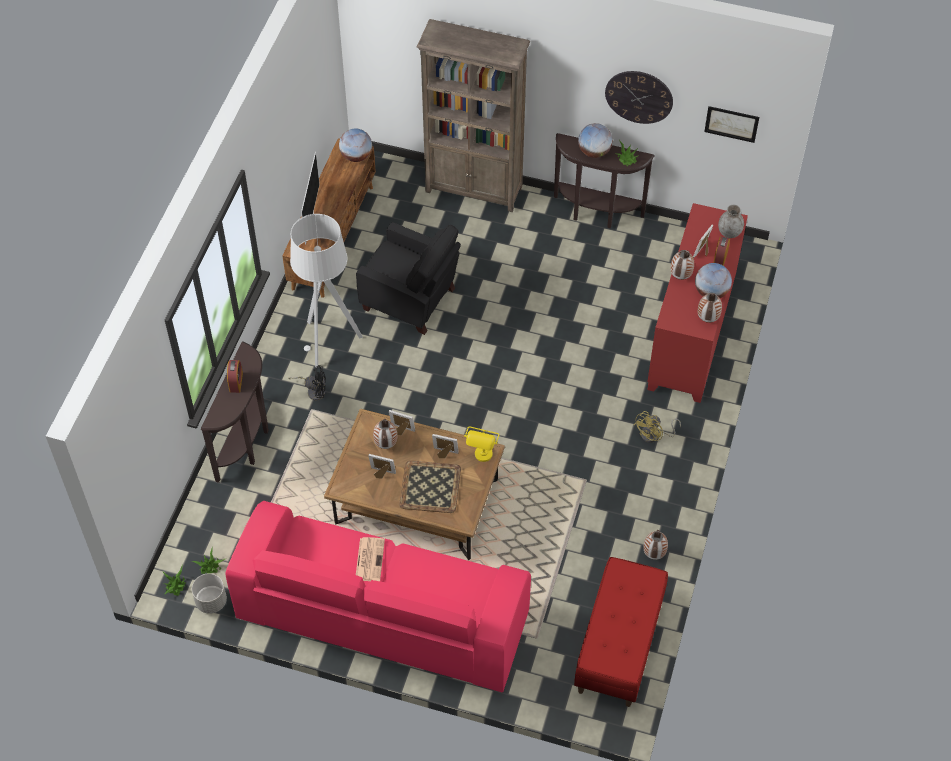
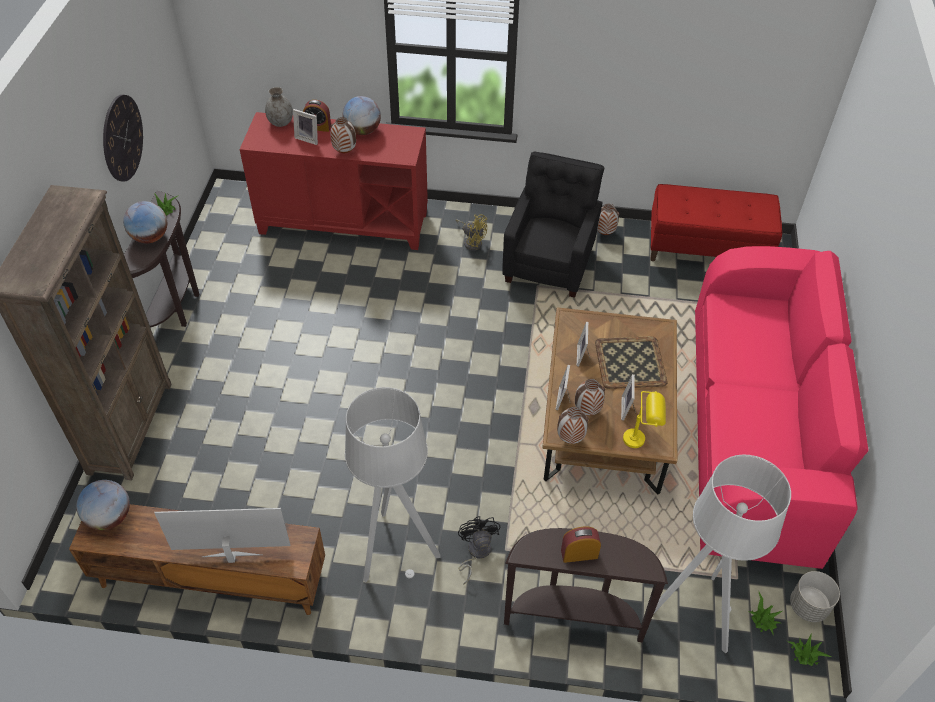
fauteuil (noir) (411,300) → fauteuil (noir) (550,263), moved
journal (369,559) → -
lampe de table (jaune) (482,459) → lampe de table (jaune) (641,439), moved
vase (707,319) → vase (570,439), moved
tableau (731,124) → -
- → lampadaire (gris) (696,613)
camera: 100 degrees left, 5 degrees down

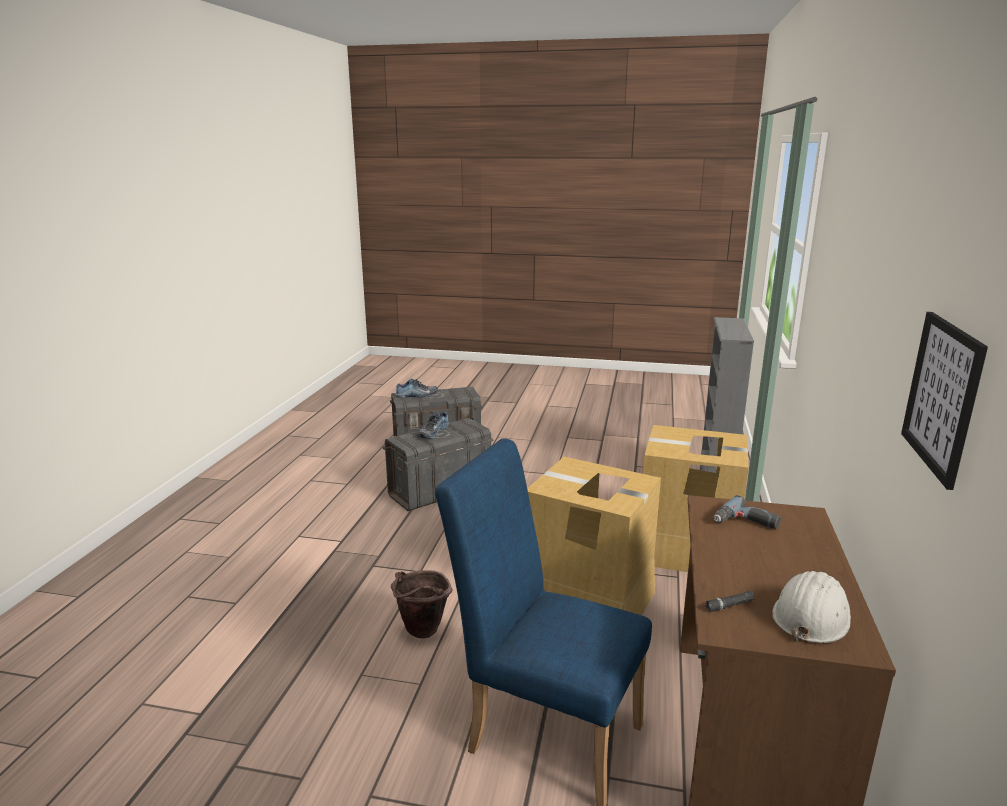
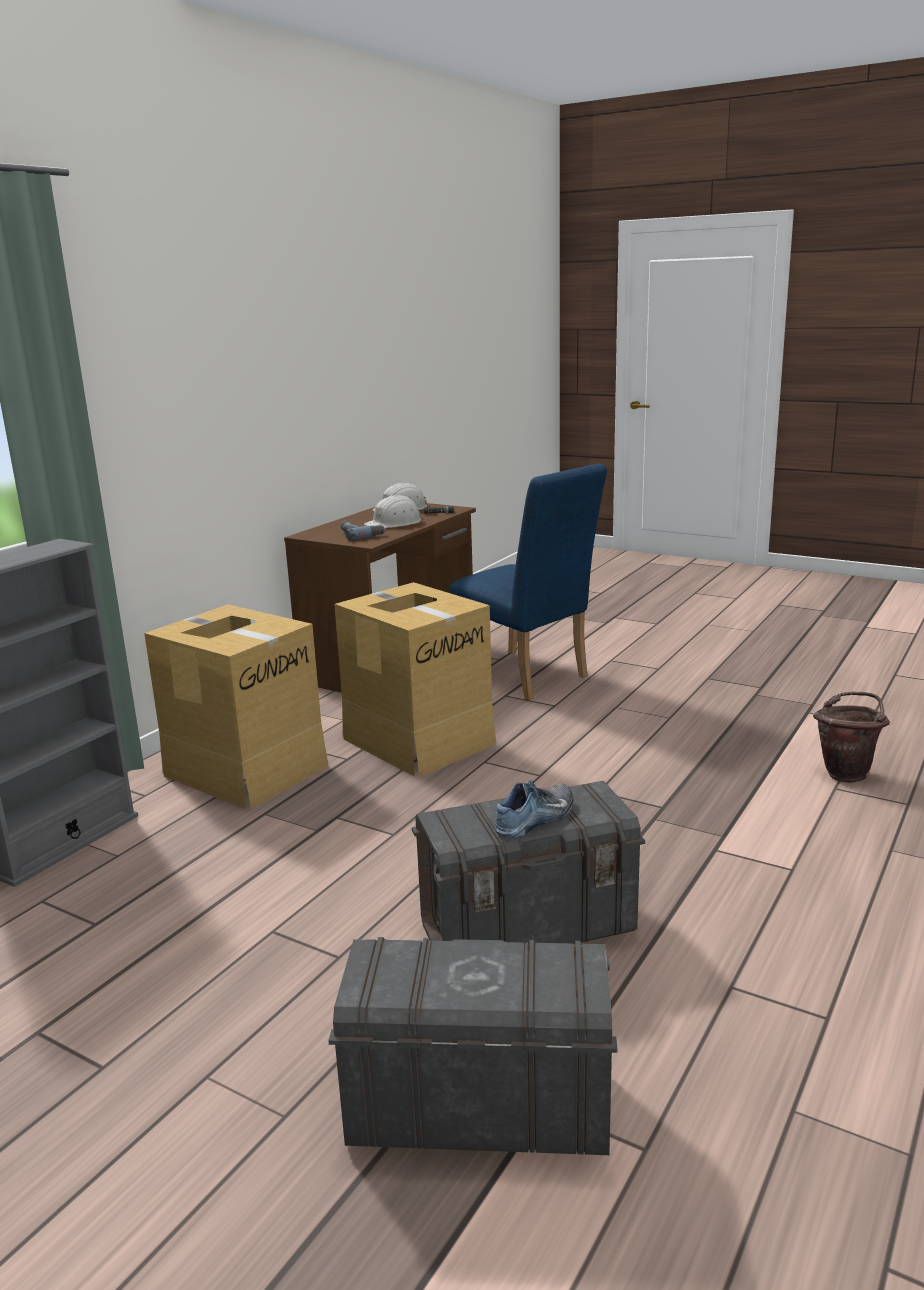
seau (marron) (421,633) → seau (marron) (847,773), moved
chaussure (417,395) → -
tableau (942,395) → -
- → casque de chantier (blanc) (394,523)
camera: 160 degrees left, 0 degrees up

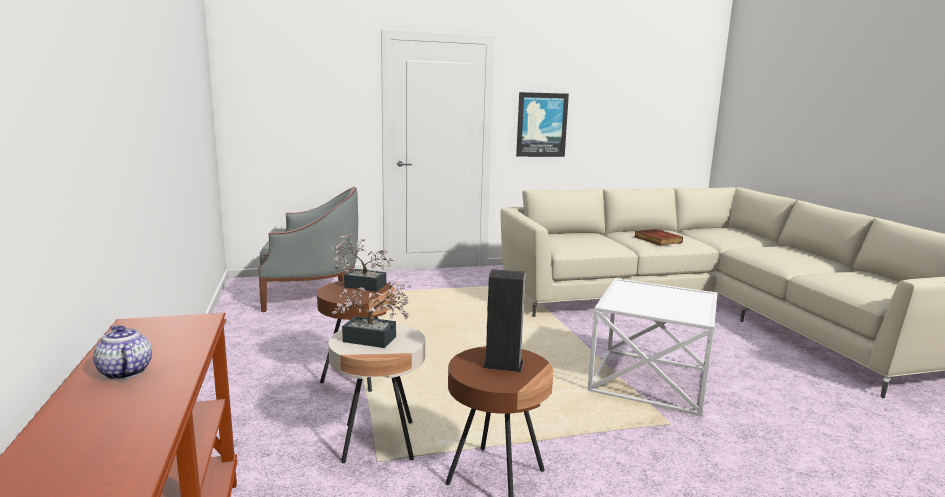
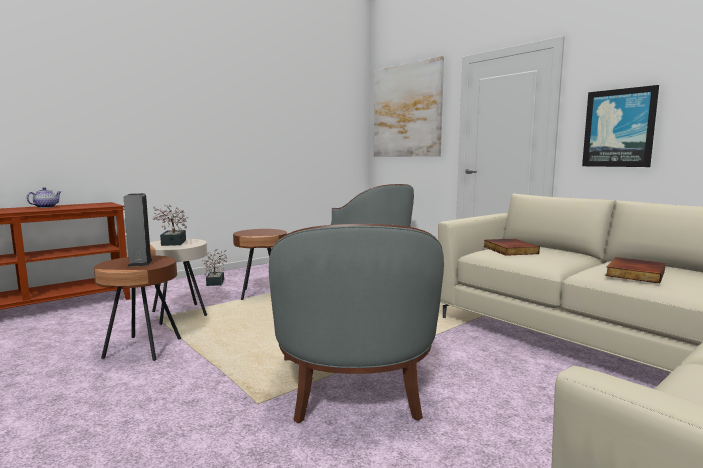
plante en pot (361,285) → plante en pot (216,281), moved
table d'appoint (blanc) (650,381) → fauteuil (gris) (354,385)
- → tableau (406,111)
- → livre (509,250)
camera: 65 degrees right, 5 degrees down

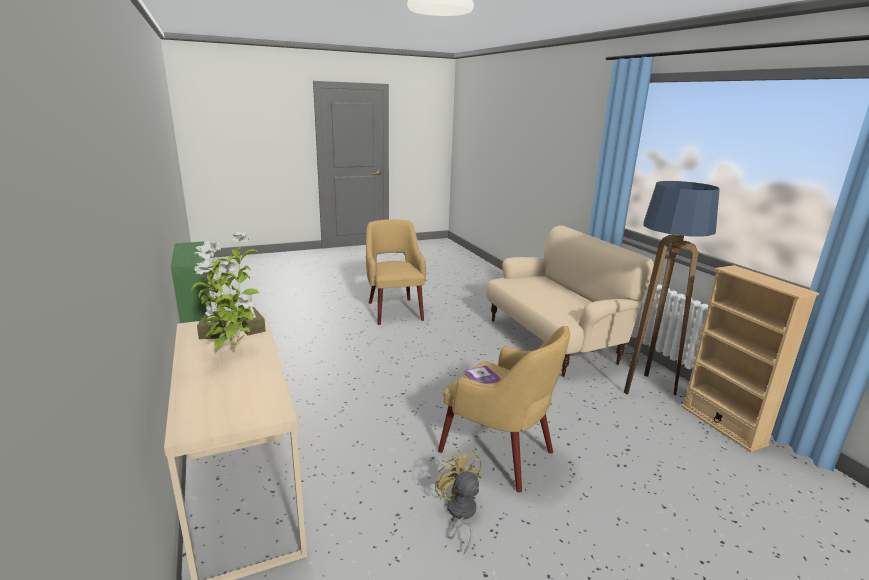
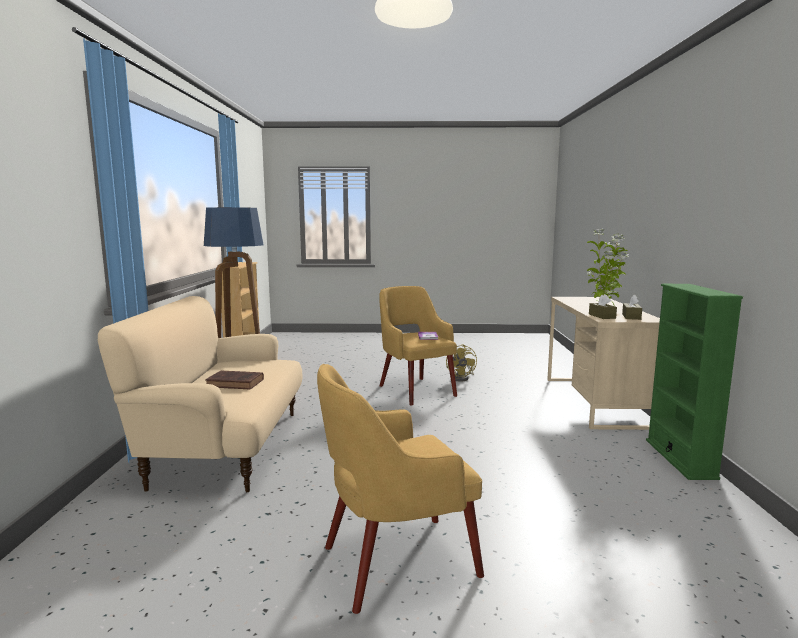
fauteuil (jaune) (394,310) → fauteuil (jaune) (395,561), 60 degrees clockwise
- → livre (marron) (236,383)
camera: 155 degrees left, 10 degrees down

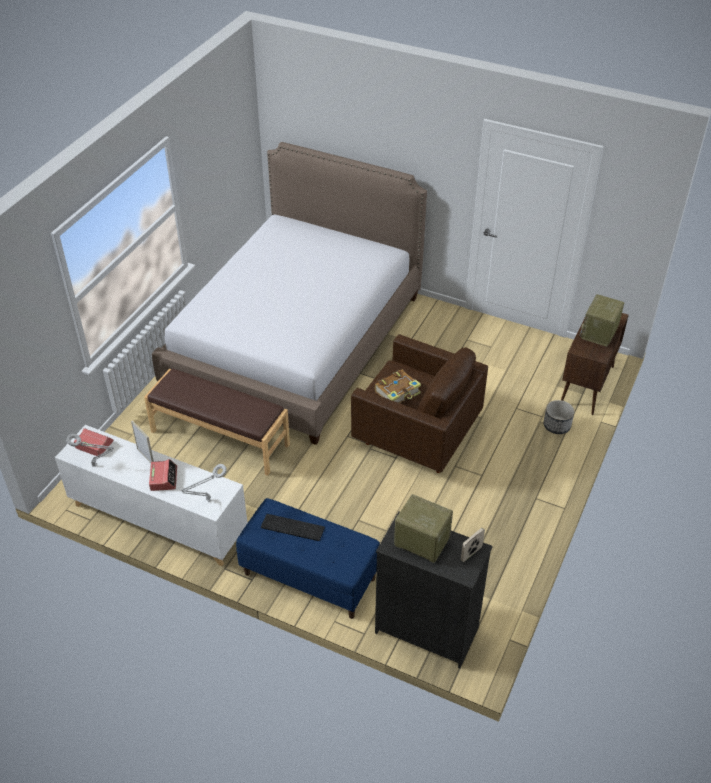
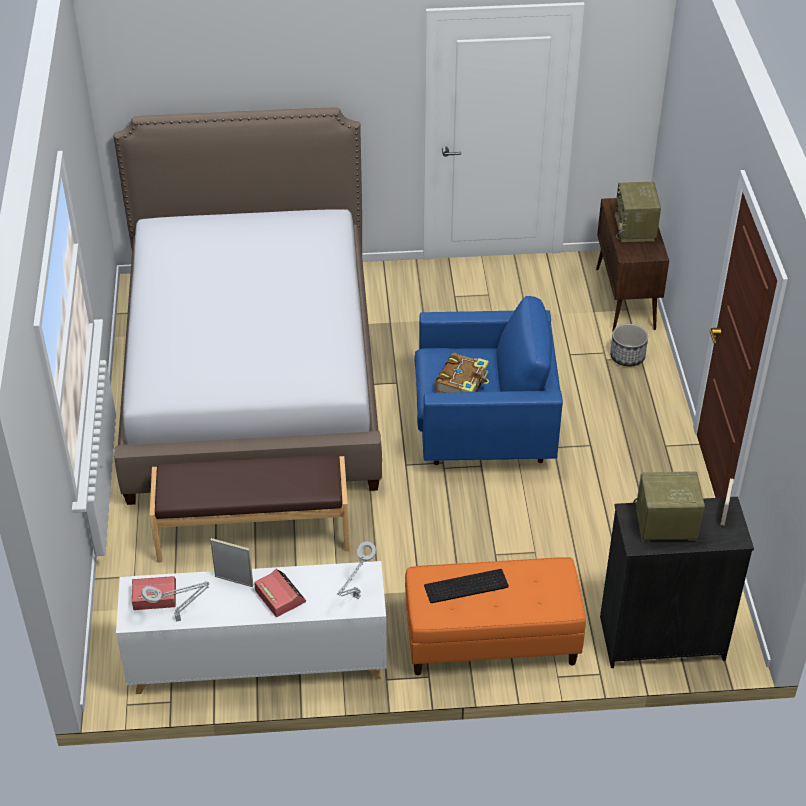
banc (bleu) (309,576) → banc (orange) (490,642)
fauteuil (marron) (415,435) → fauteuil (bleu) (483,430)
camera: 30 degrees left, 0 degrees up

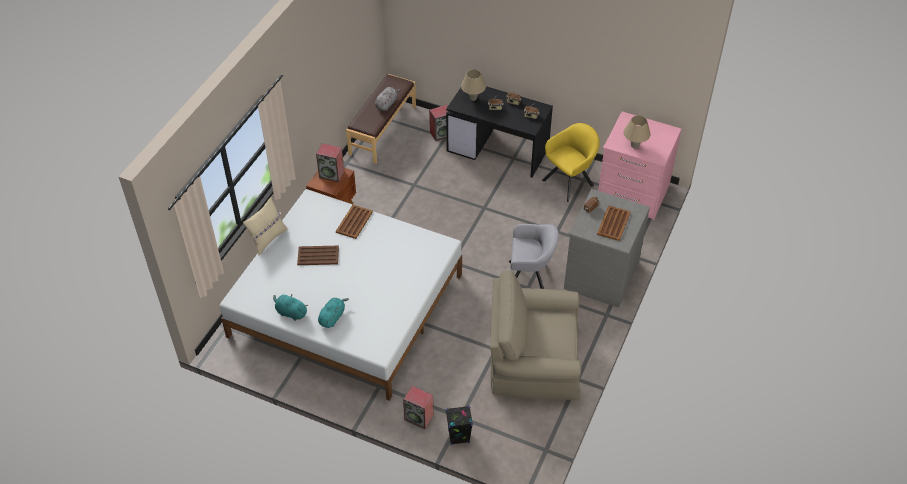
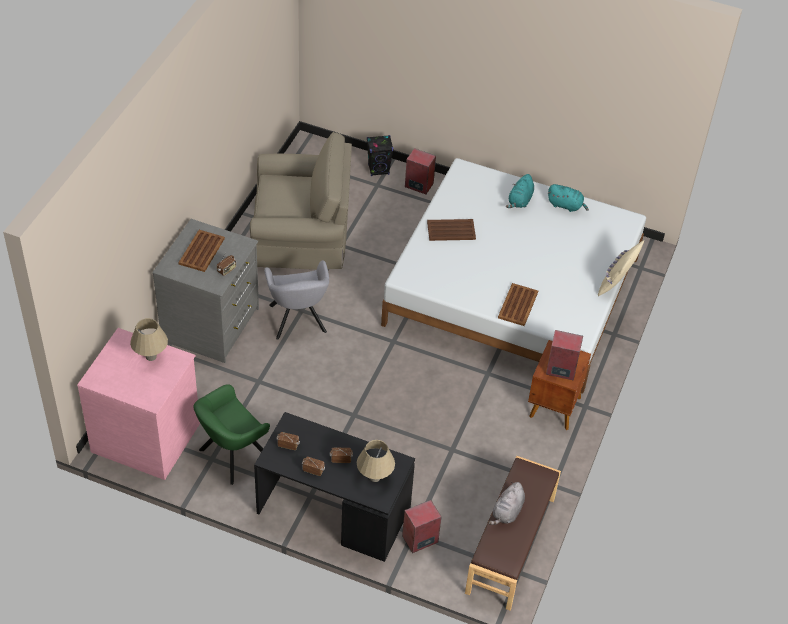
plateau (marron) (317,256) → plateau (marron) (451,230), moved
fauteuil (gris) (530,278) → fauteuil (gris) (298,321), 105 degrees counterclockwise
fauteuil (jaune) (570,181) → fauteuil (vert) (231,456)
camera: 175 degrees right, 0 degrees up

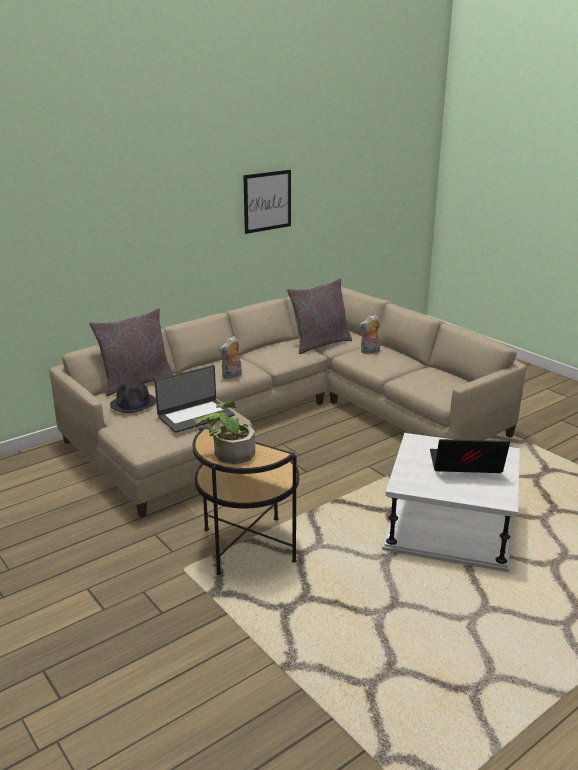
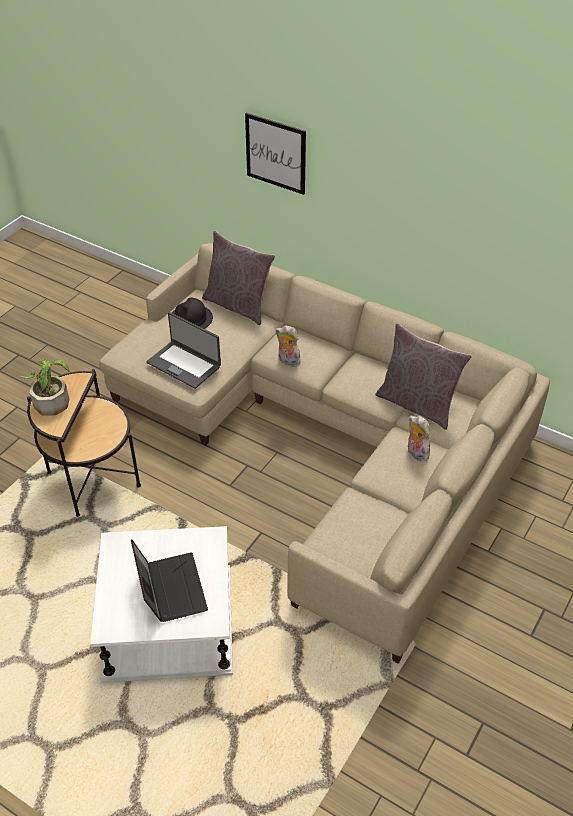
tableau (267,201) → tableau (275,153), moved
camera: 70 degrees right, 20 degrees up

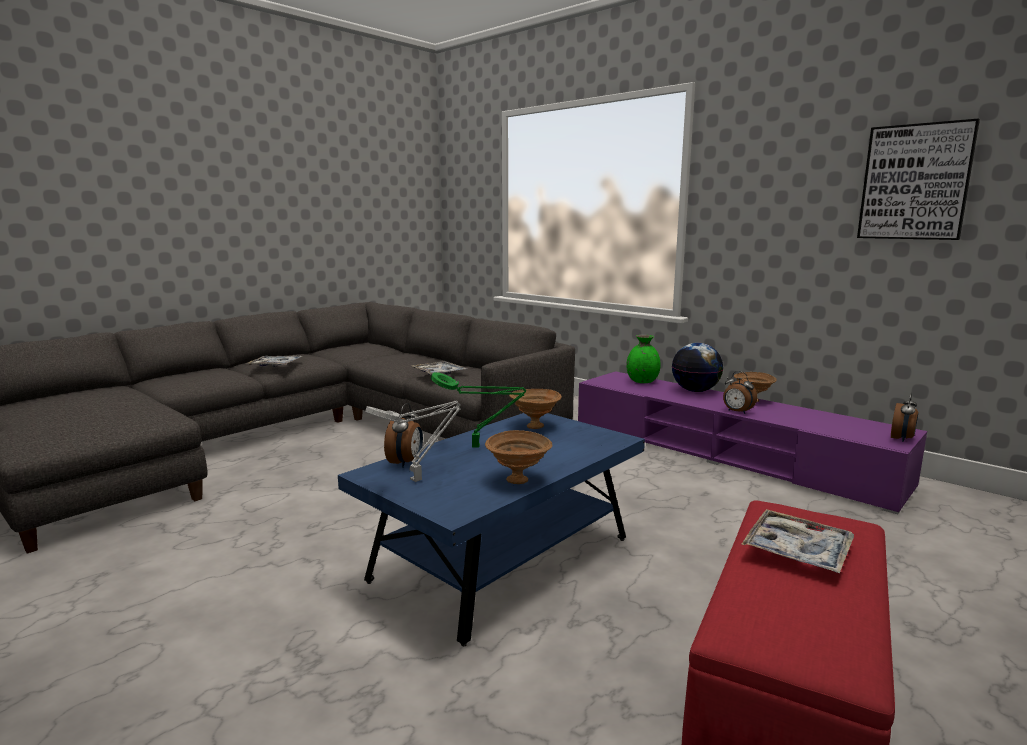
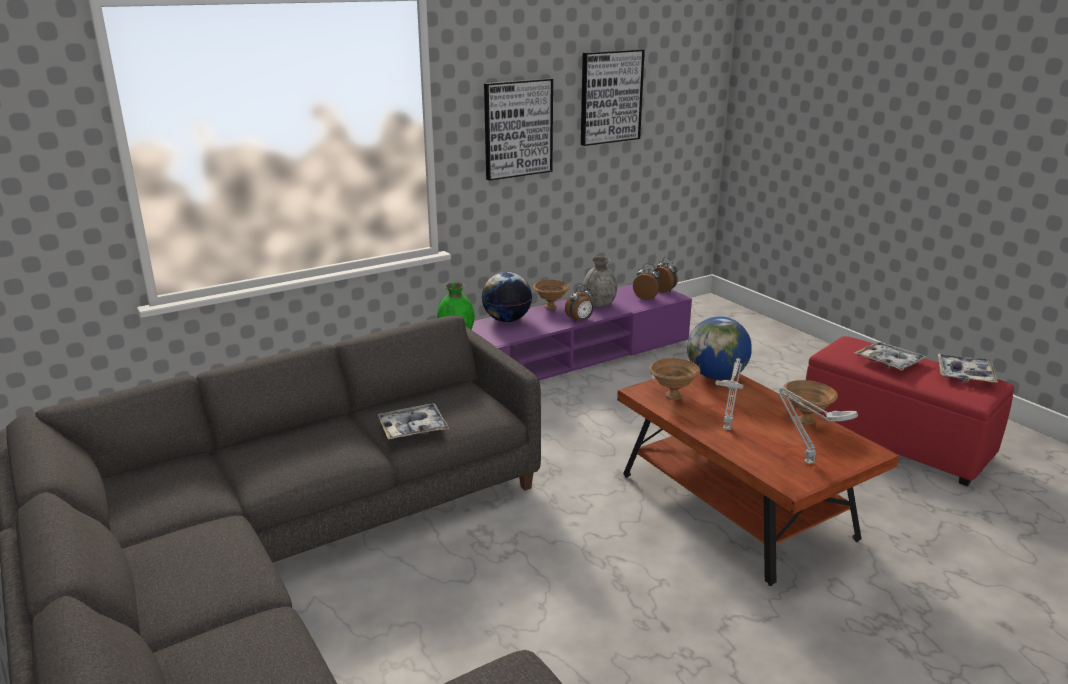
plateau (275,365) → plateau (965,374), moved
table basse (bleu) (503,561) → table basse (marron) (736,507)
réveil (406,463) → réveil (647,297), moved
lampe de table (vert) (479,447) → lampe de table (gris) (727,427)
- → tableau (517,128)
- → vase (gris) (599,304)
- → globe (716,376)
camera: 75 degrees left, 10 degrees up

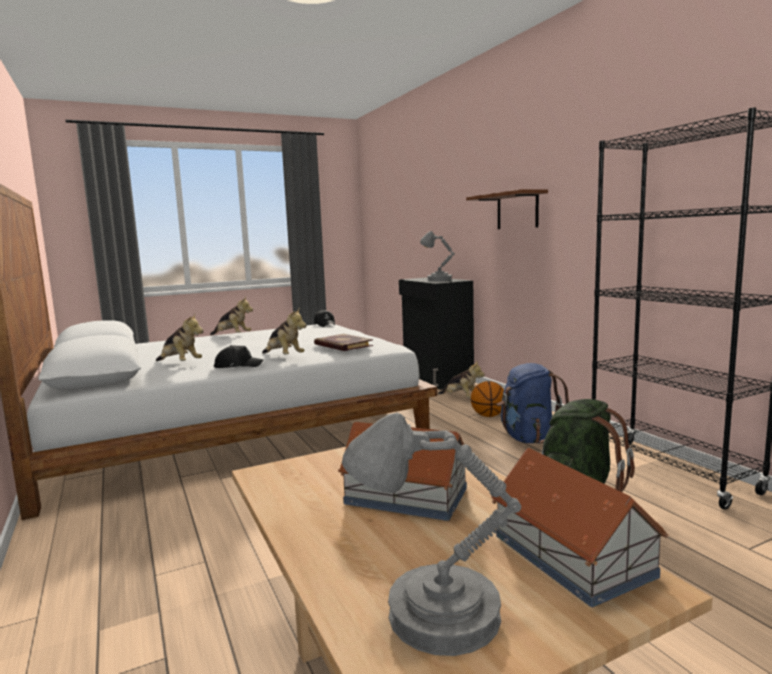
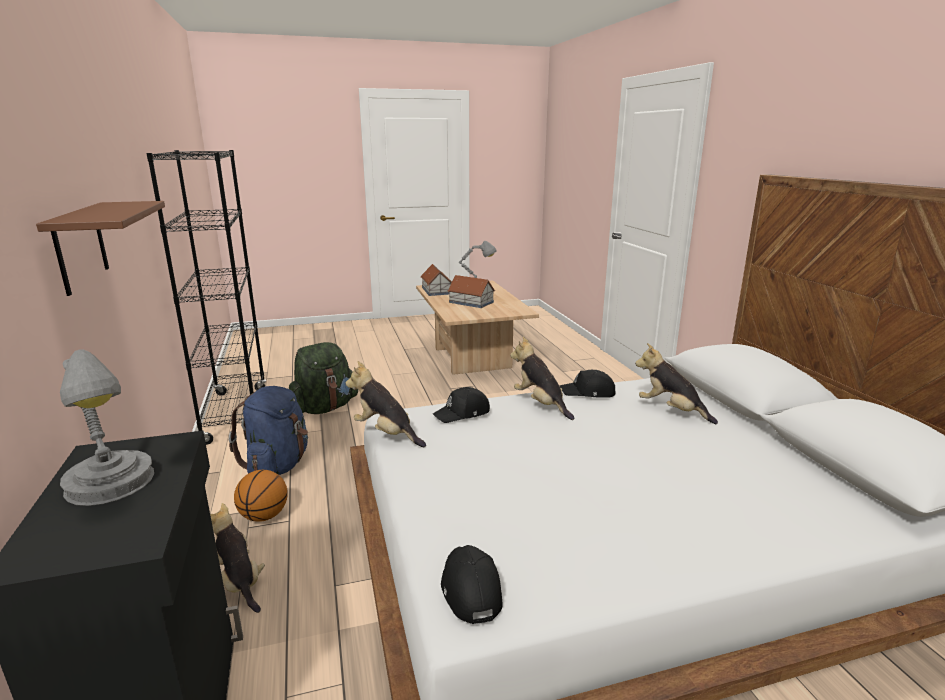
peluche (232,336) → peluche (386,433), moved
livre (342,345) → casquette (noir) (462,413)
camera: 170 degrees left, 10 degrees up

